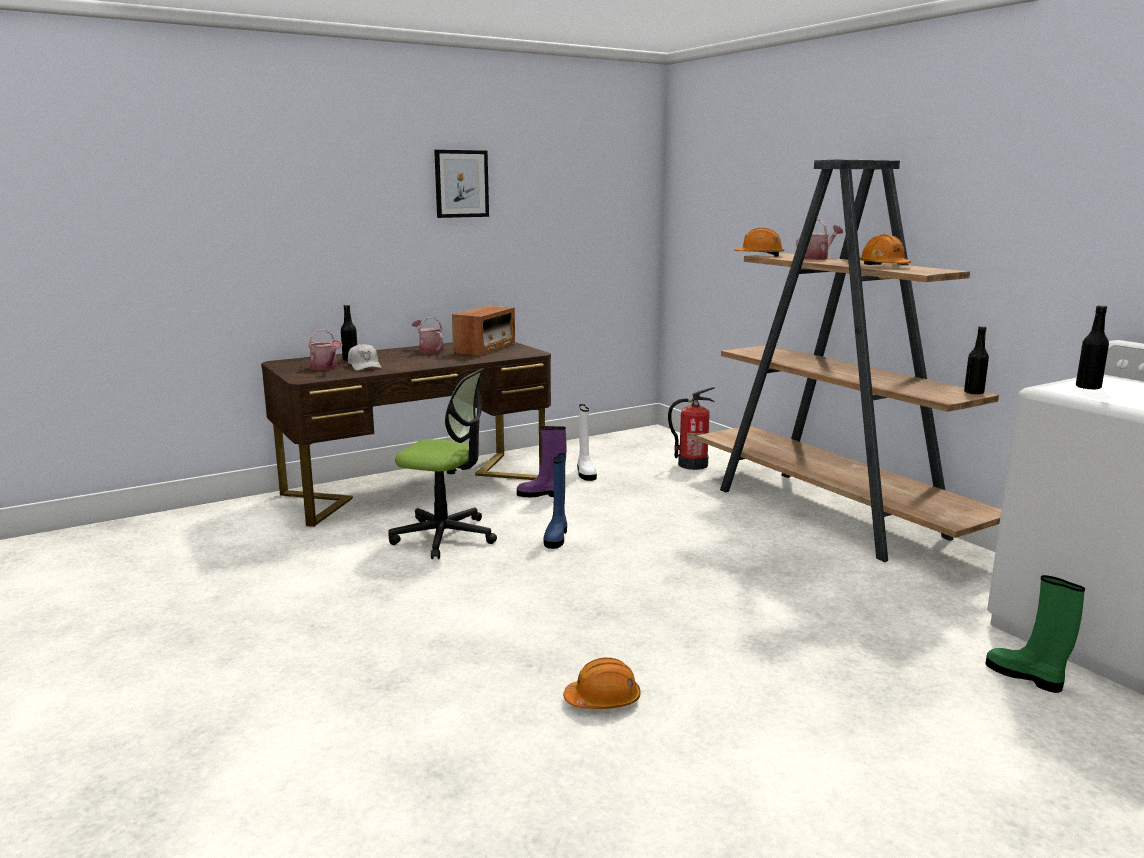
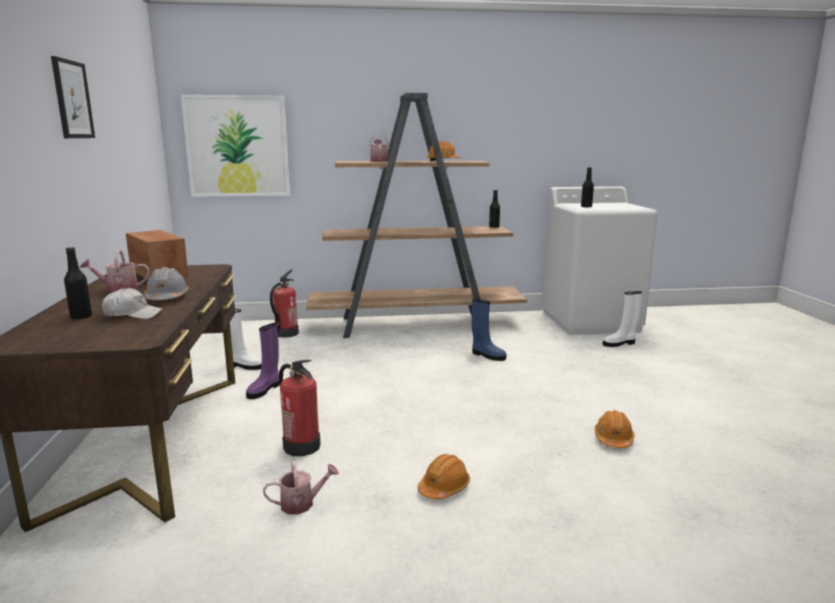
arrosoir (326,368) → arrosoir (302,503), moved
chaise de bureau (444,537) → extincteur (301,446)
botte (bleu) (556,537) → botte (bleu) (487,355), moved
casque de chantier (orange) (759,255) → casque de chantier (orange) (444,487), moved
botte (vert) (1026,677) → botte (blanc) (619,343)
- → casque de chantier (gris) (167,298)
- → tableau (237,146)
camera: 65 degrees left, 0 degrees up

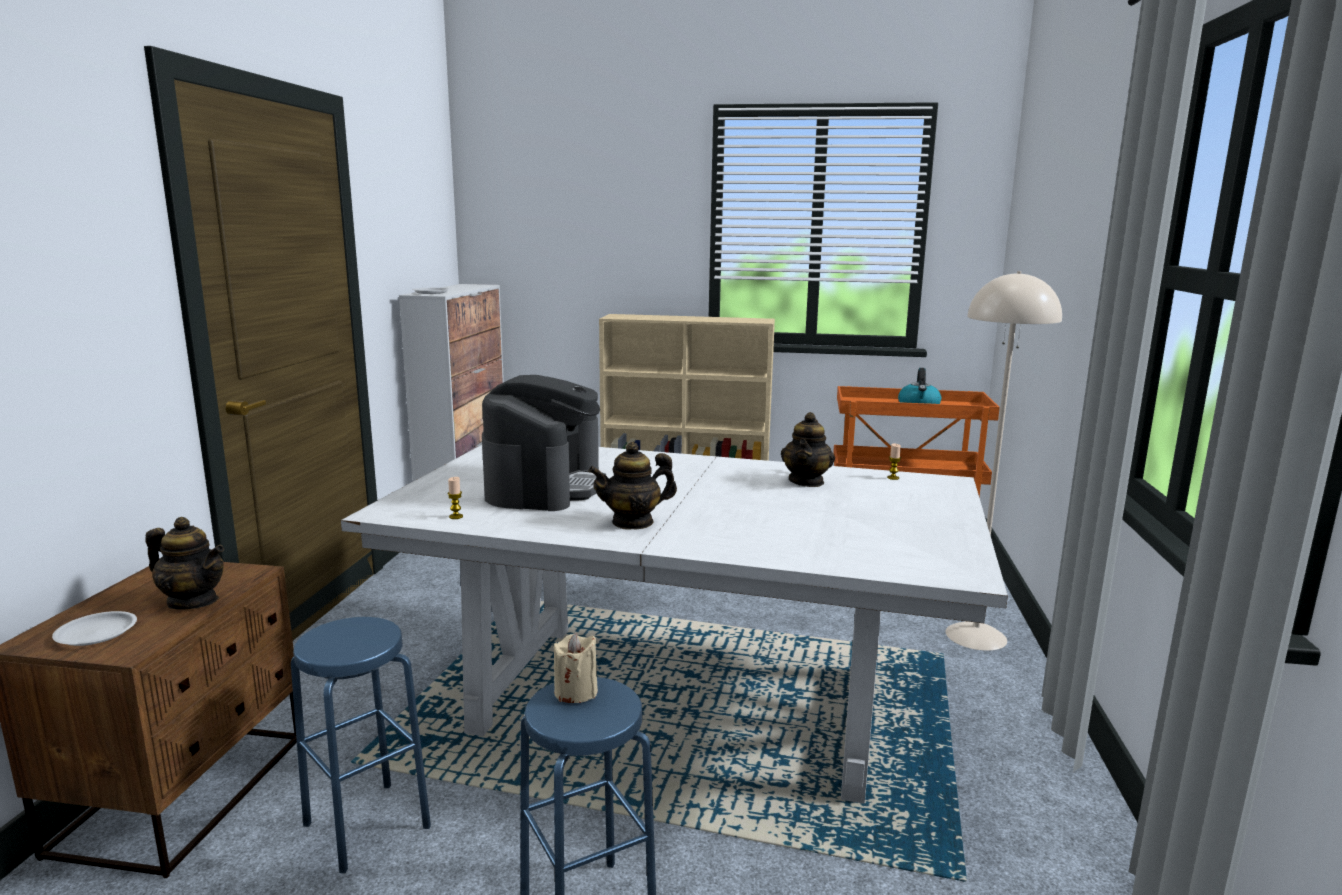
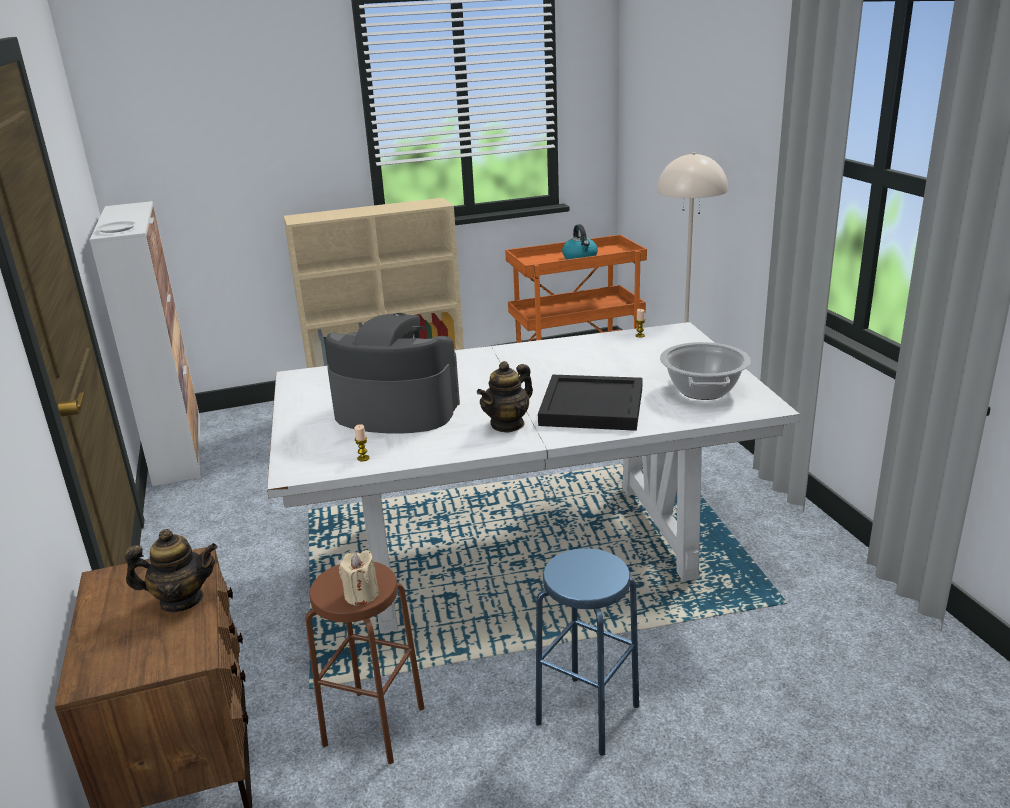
assiette (blanc) (96,633) → -
tabouret (bleu) (366,825) → tabouret (marron) (374,726)
machine à café (545,487) → machine à café (396,410), 60 degrees counterclockwise
bougie (beige) (576,692) → bougie (beige) (361,595), moved
théière (806,481) → -
- → plateau (noir) (593,407)
- → marmite (703,390)
camera: 25 degrees left, 10 degrees up

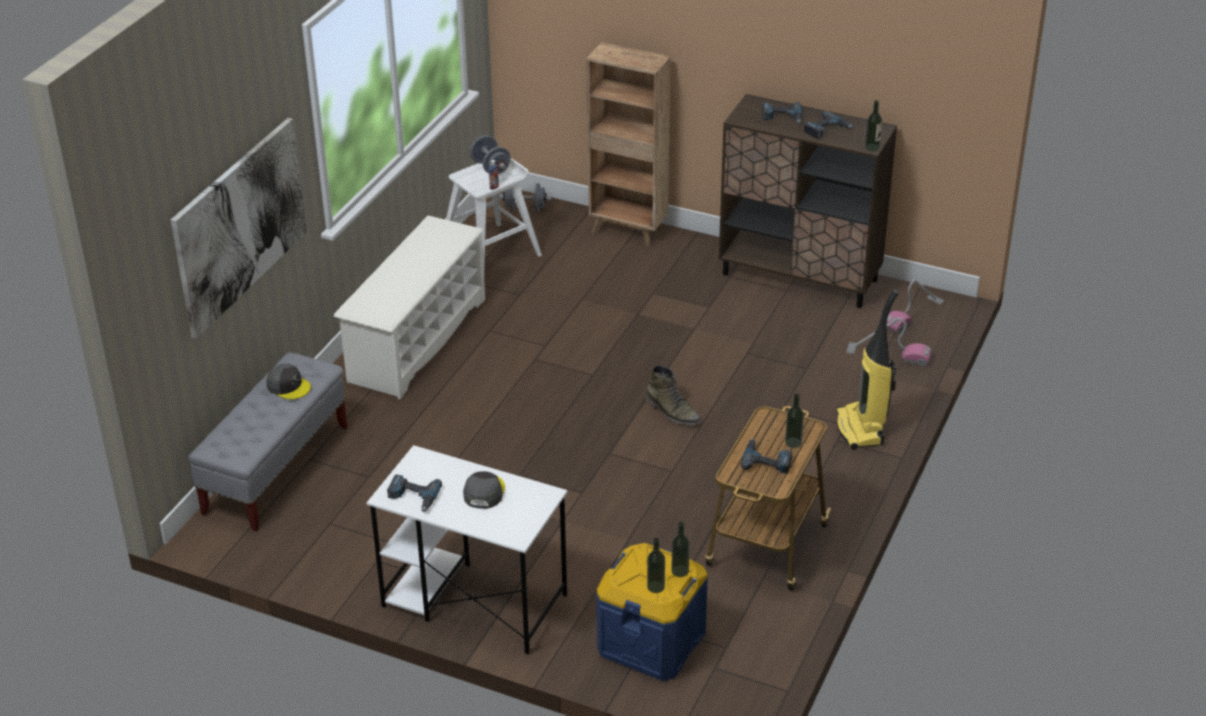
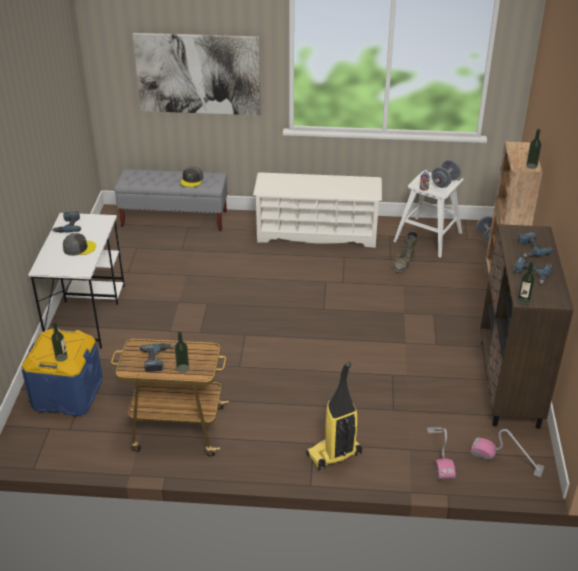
botte (vert) (672,412) → botte (vert) (403,261), moved
bouteille (655,587) → bouteille (531,166), moved
camera: 70 degrees right, 0 degrees up

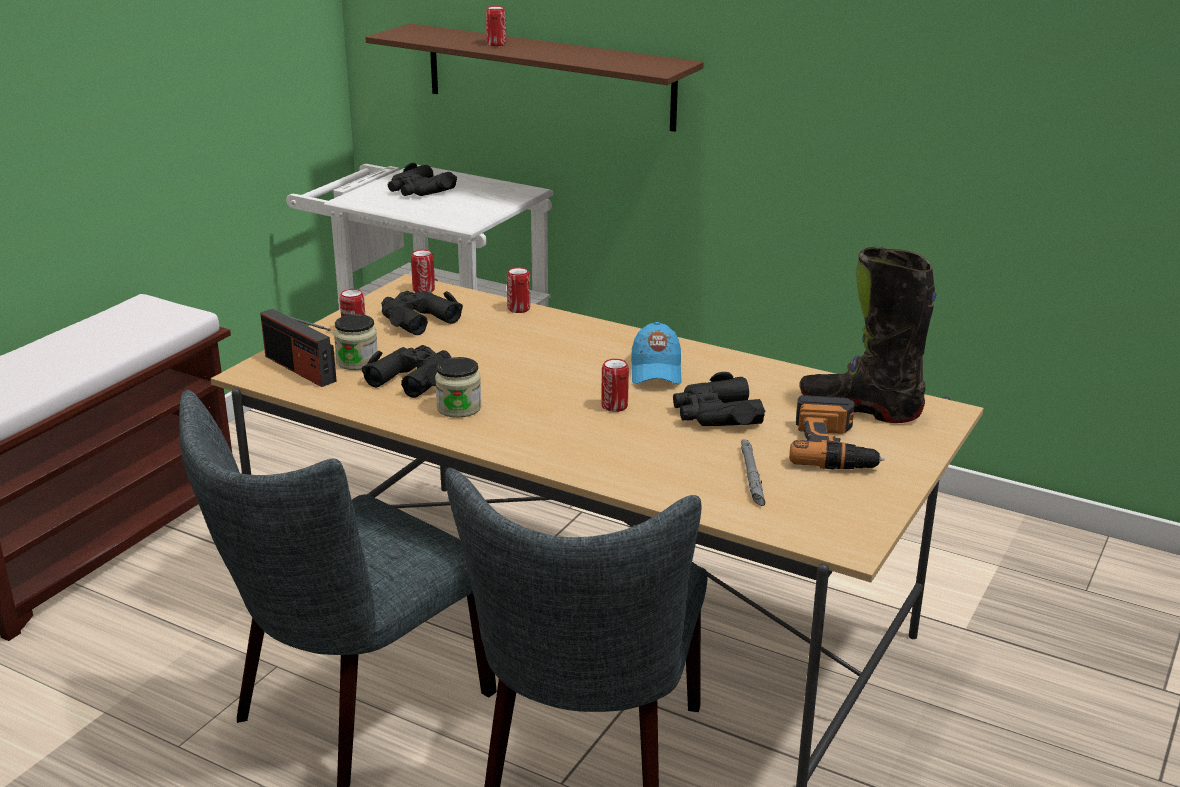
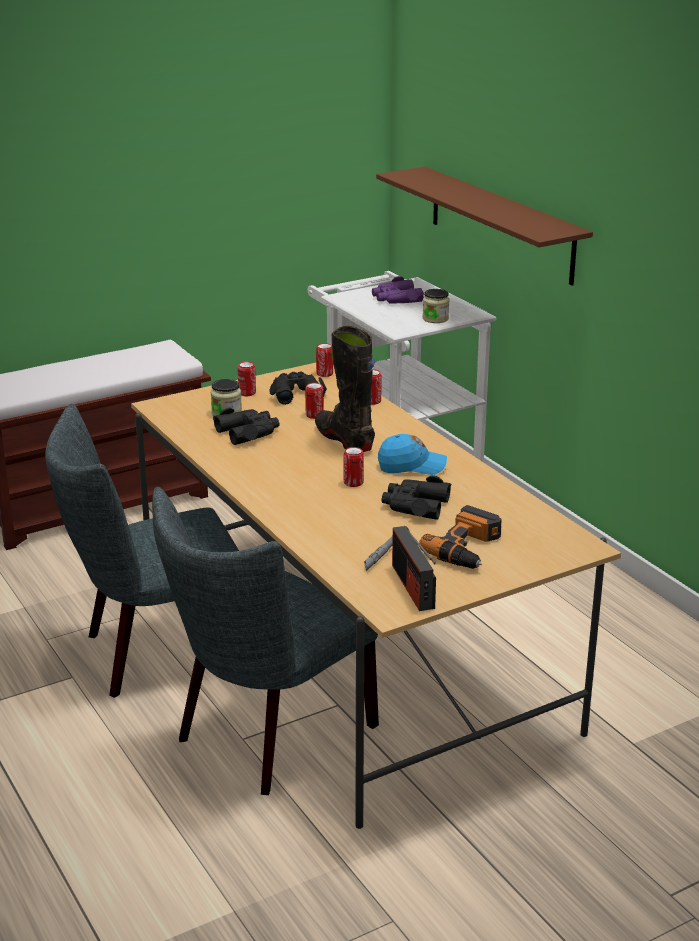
radio (300,369) → radio (413,586), moved
jumelles (noir) (419,190) → jumelles (violet) (396,299)
bocal (459,408) → bocal (435,319), moved
boîte métallique (496,44) → boîte métallique (314,415), moved
casquette (bleu) (656,371) → casquette (bleu) (412,466), 120 degrees counterclockwise
botte (noir) (860,408) → botte (noir) (344,439), moved
camera: 30 degrees right, 0 degrees up

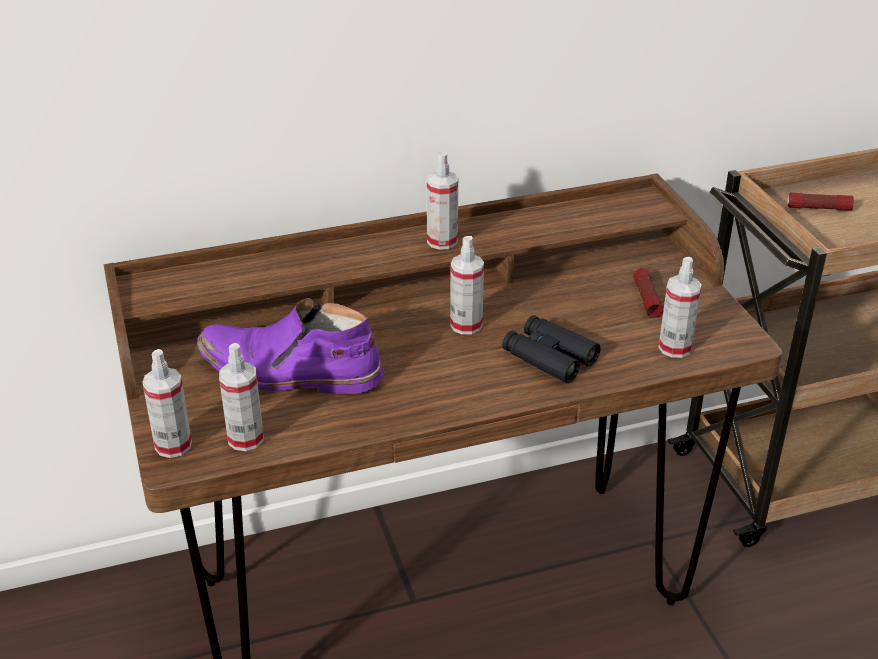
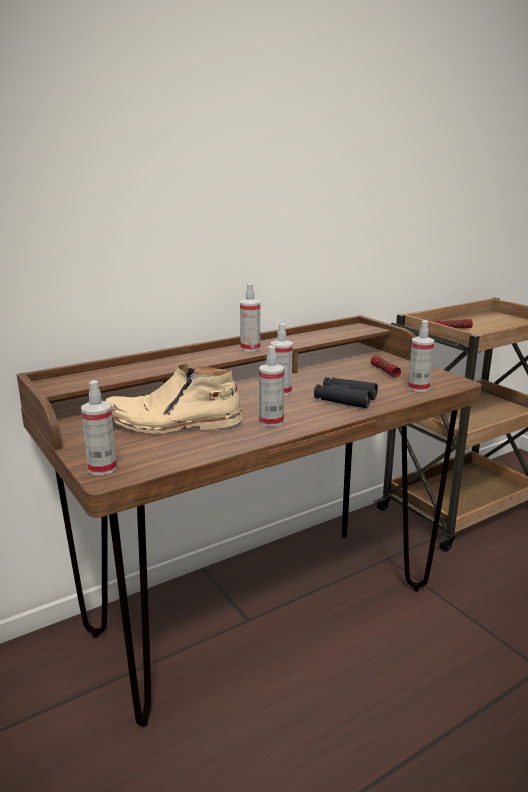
botte (violet) (289,372) → botte (beige) (172,423)
vaporisateur (246,439) → vaporisateur (271,422), moved
camera: 15 degrees left, 15 degrees down

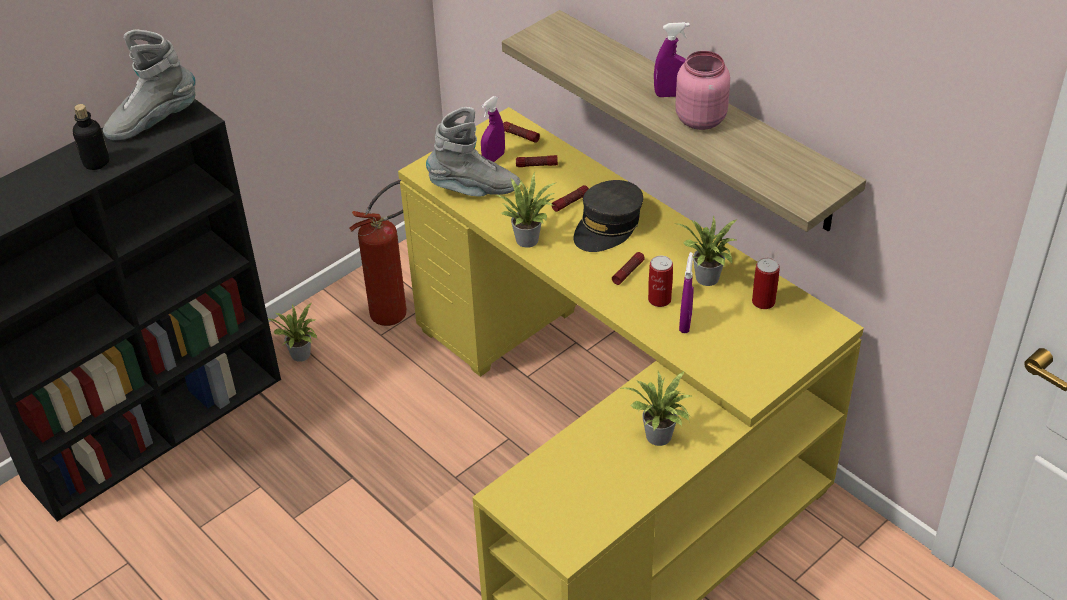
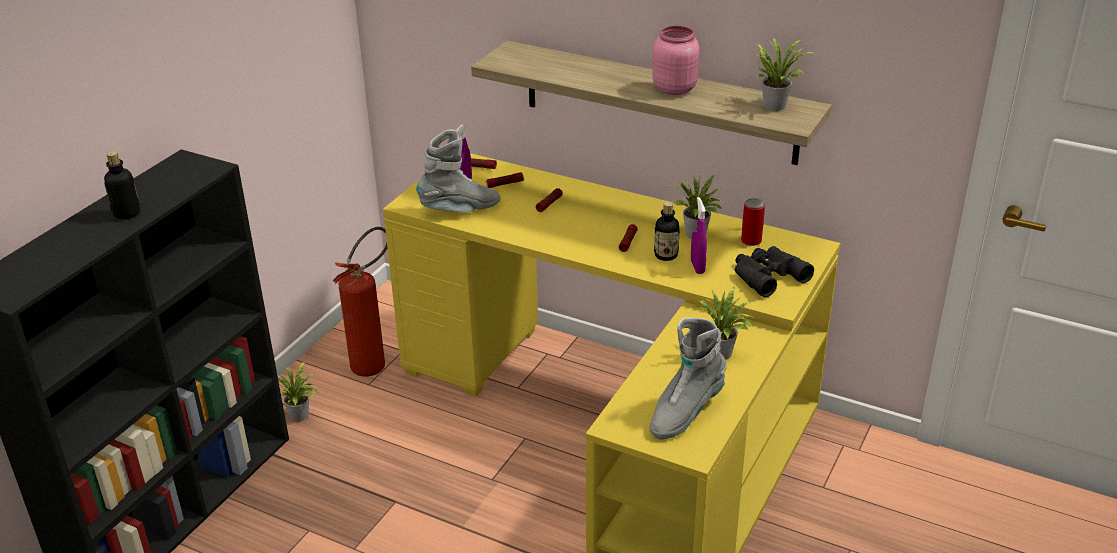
botte (gris) (153,122) → botte (gris) (685,412), moved
plante en pot (529,238) → plante en pot (774,104), moved
casquette (gris) (608,226) → -
boîte métallique (659,299) → bouteille (666,255)
vaporisateur (violet) (671,94) → -
- → jumelles (noir) (766,275)
camera: 20 degrees left, 10 degrees down

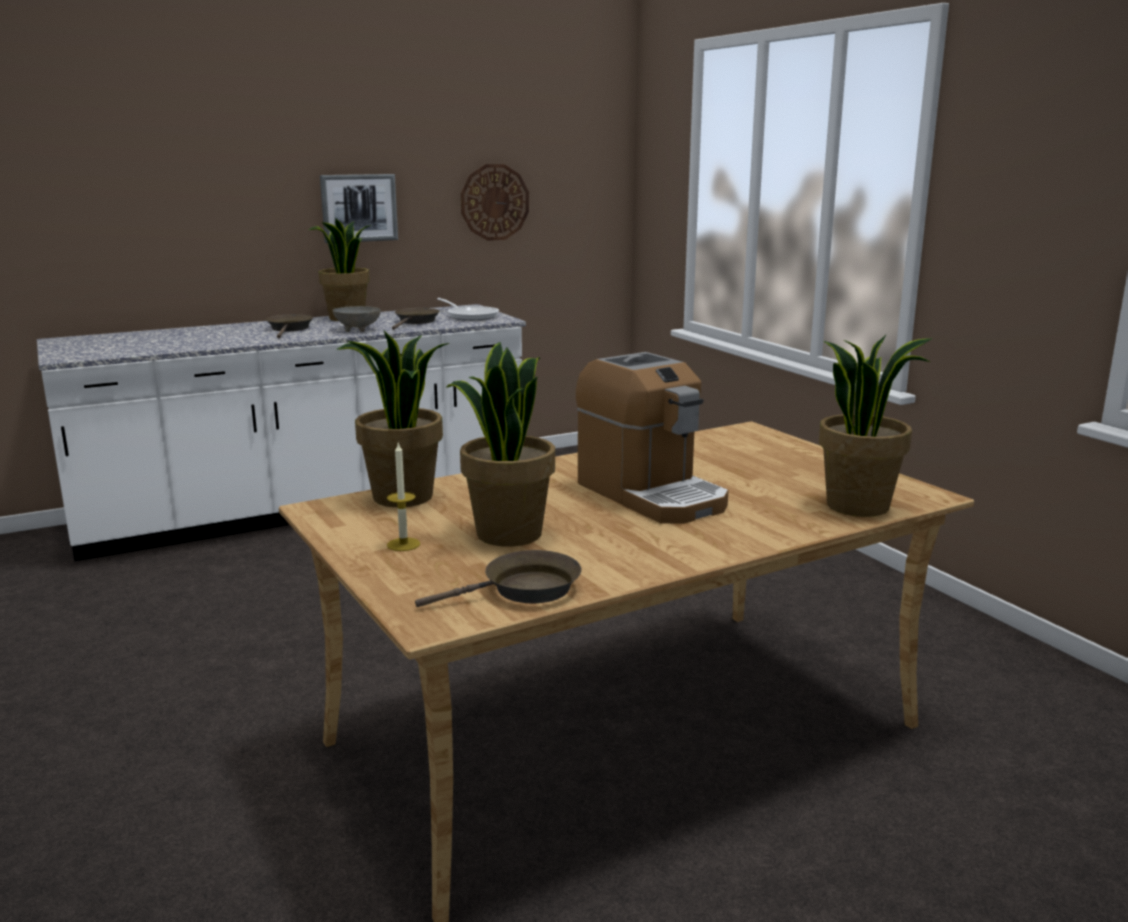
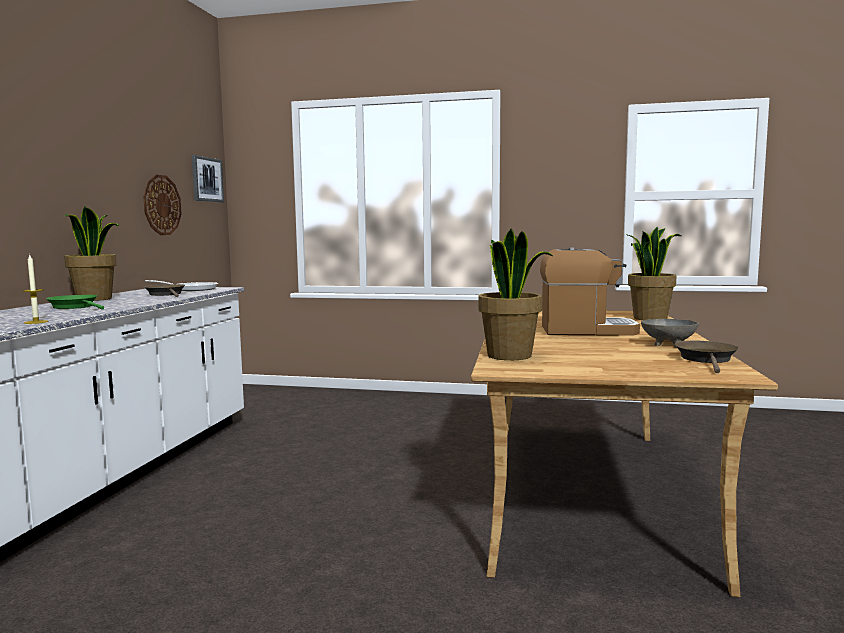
poêle (marron) (290,329) → poêle (vert) (75,307)
tableau (359,208) → tableau (207,179), moved
bol (gris) (358,330) → bol (gris) (669,344), moved
bougie (403,544) → bougie (36,322), moved
plante en pot (508,533) → -
camera: 50 degrees left, 10 degrees down

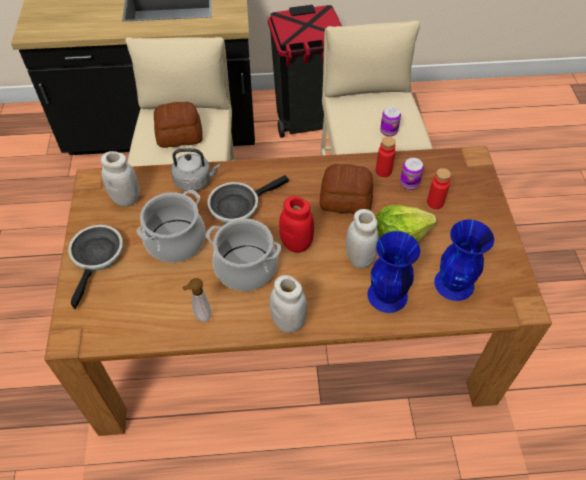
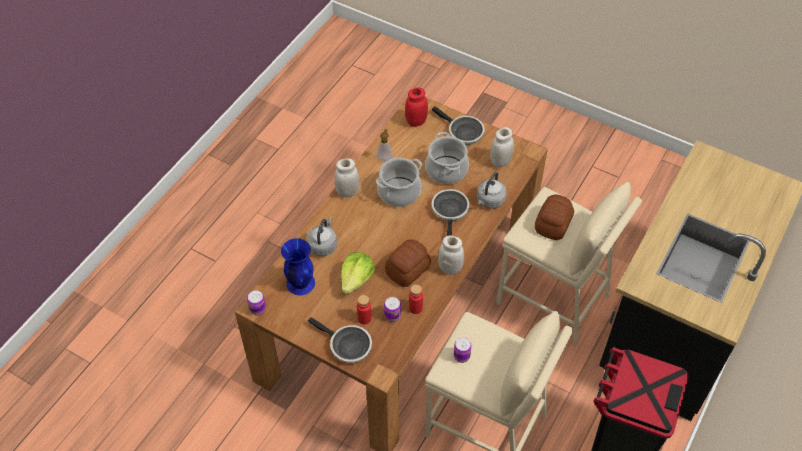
bocal (rouge) (296,244) → bocal (rouge) (416,122), moved
bocal (blanc) (359,258) → bocal (blanc) (450,268), moved
vase (bleu) (386,295) → bouilloire (gris) (323,245)
- → boîte métallique (258,309)
- → poêle (347,346)
camera: 125 degrees right, 0 degrees up

